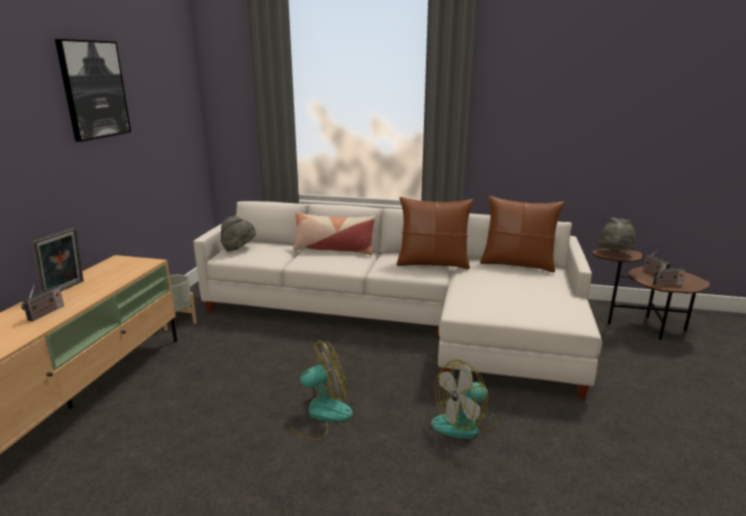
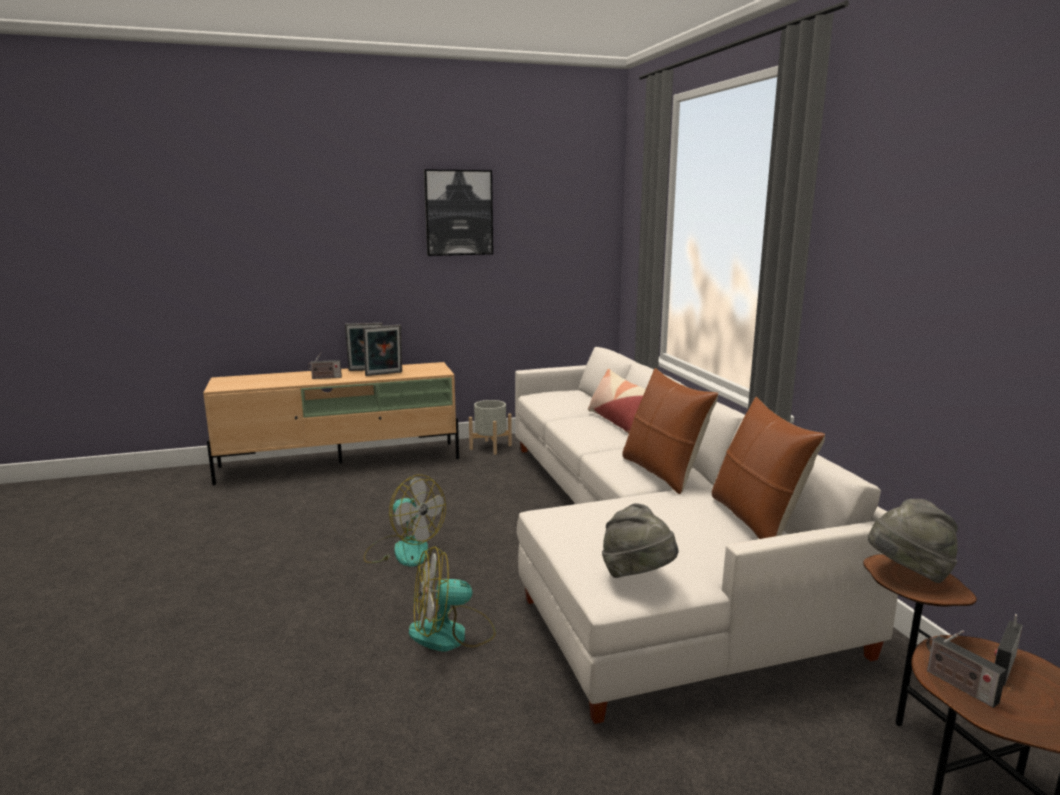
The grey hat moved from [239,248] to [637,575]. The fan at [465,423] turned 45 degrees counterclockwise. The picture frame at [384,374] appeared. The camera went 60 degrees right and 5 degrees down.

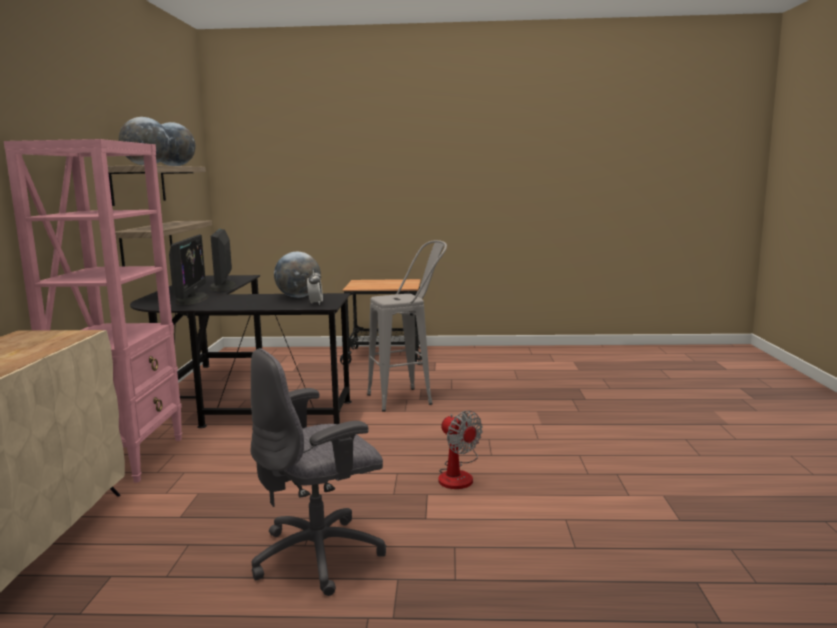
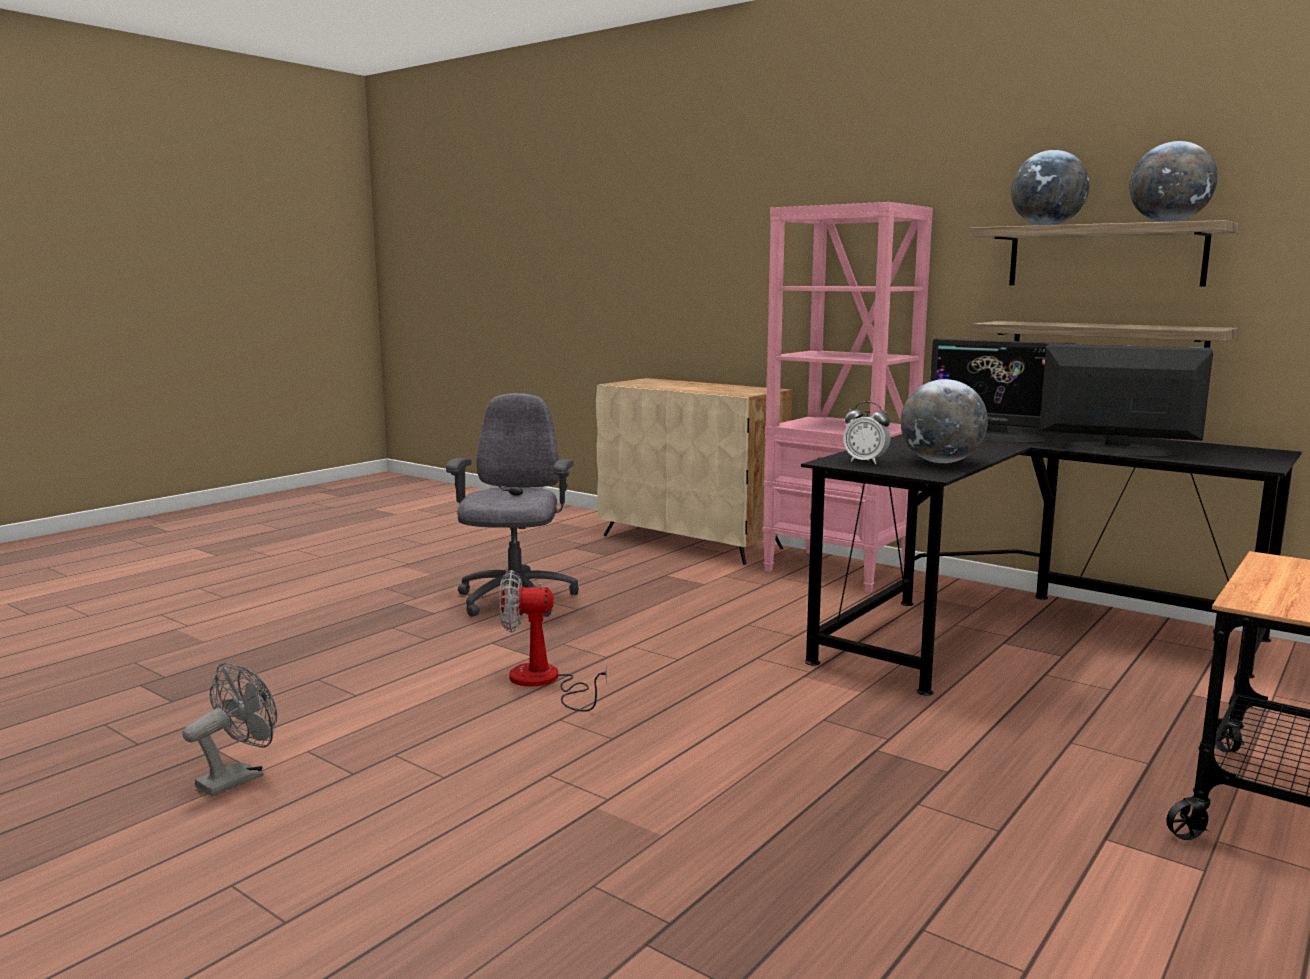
The grey stool at [409,398] disappeared. The grey fan at [238,778] appeared. The camera went 125 degrees right and 0 degrees up.

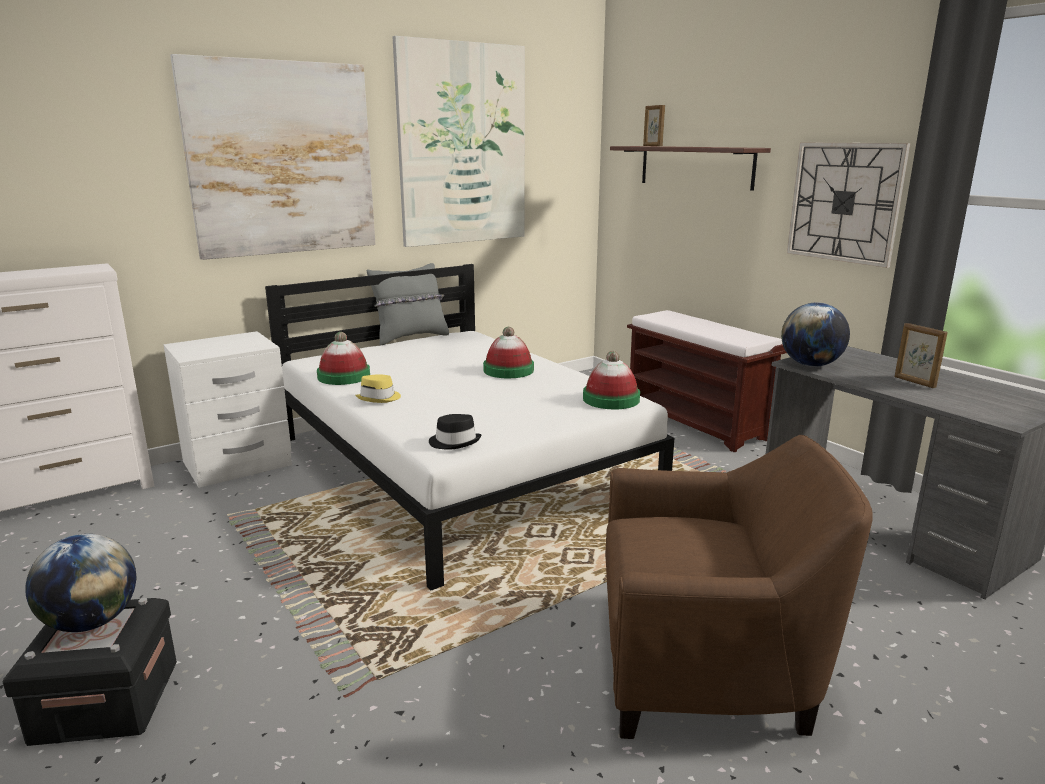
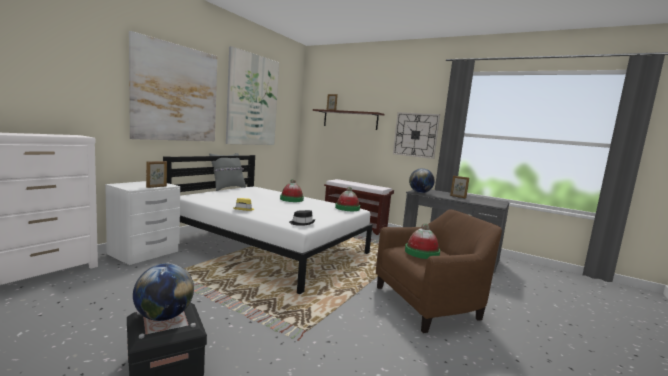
The hat moved from [344,376] to [422,252]. The picture frame at [157,187] appeared. The camera went 25 degrees left and 10 degrees down.

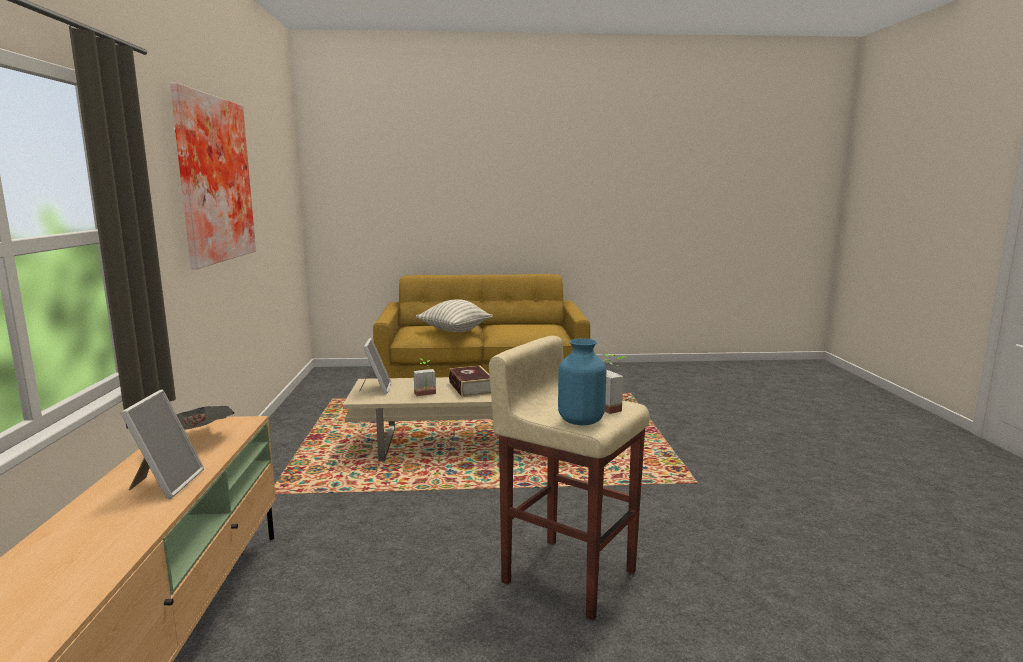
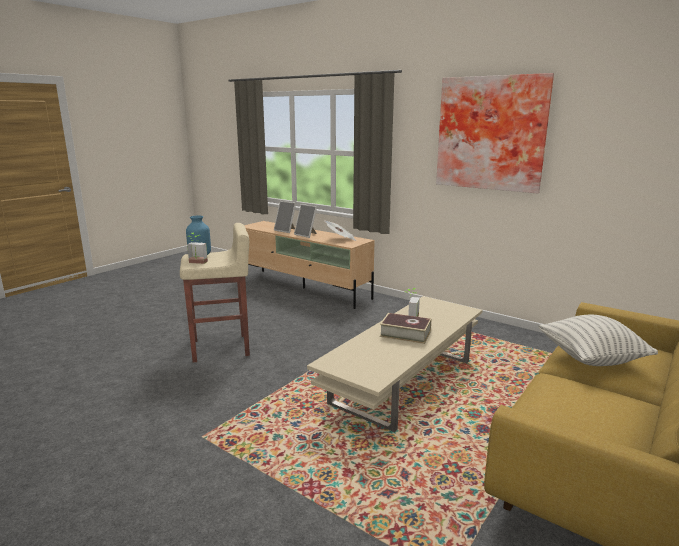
The picture frame moved from [376,389] to [286,230]. The camera went 130 degrees right and 5 degrees up.

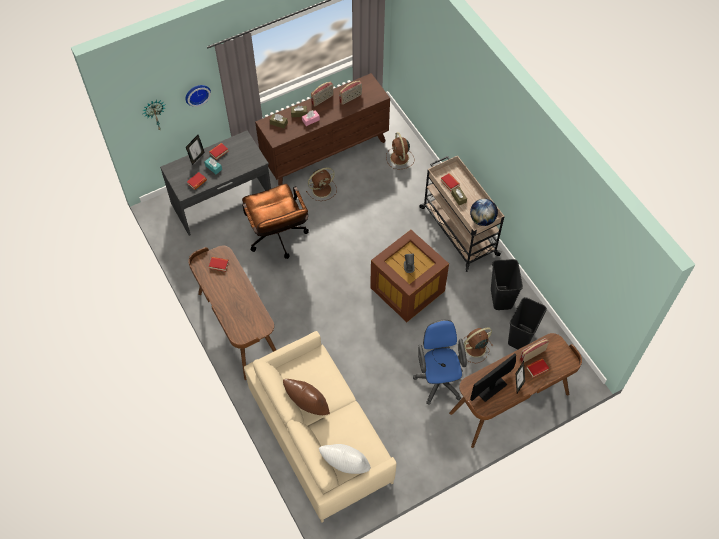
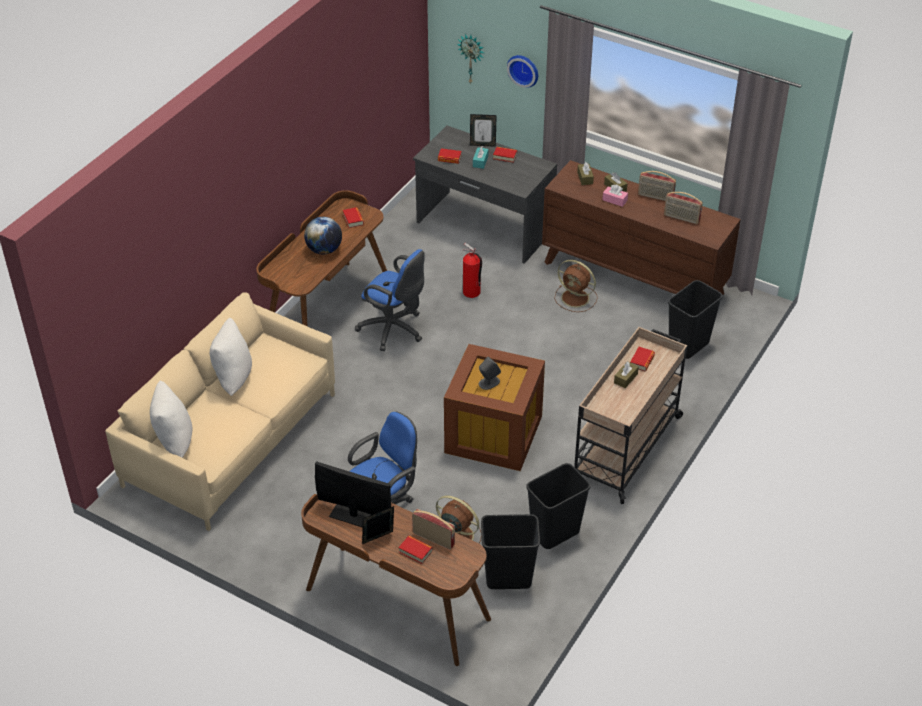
The brown office chair at [278,239] was replaced by the fire extinguisher at [471,292]. The brown pillow at [307,406] became the white pillow at [233,378]. The brown fan at [399,158] was replaced by the black trash can at [688,346]. The globe moved from [482,220] to [324,250]. The blue office chair at [394,330] appeared. The camera went 60 degrees right and 15 degrees down.

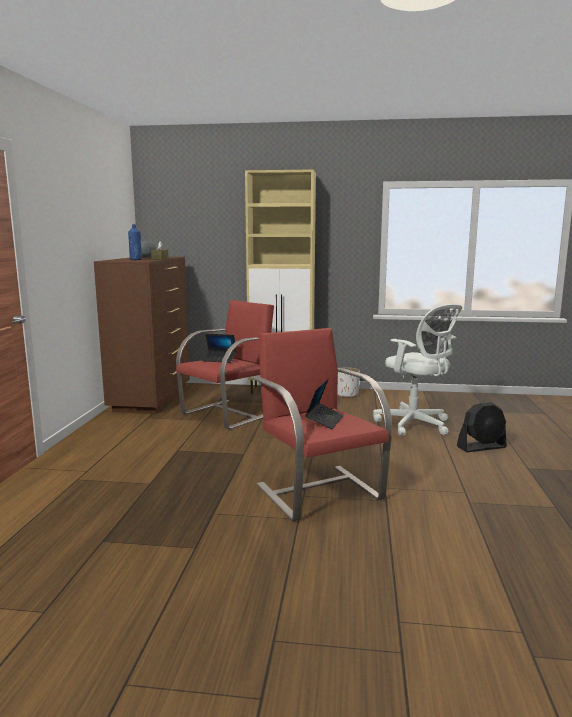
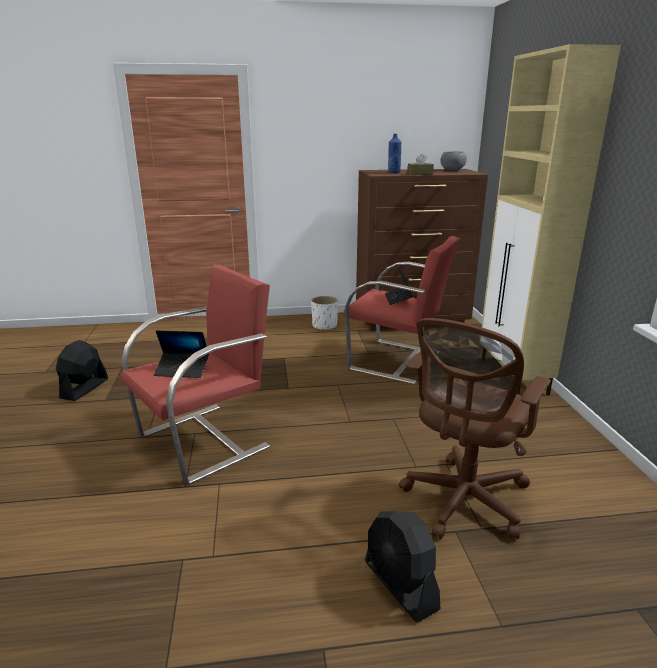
The white planter moved from [346,394] to [324,326]. The white office chair at [415,425] became the brown office chair at [462,502]. The black fan at [84,388] appeared. The camera went 75 degrees right and 10 degrees up.

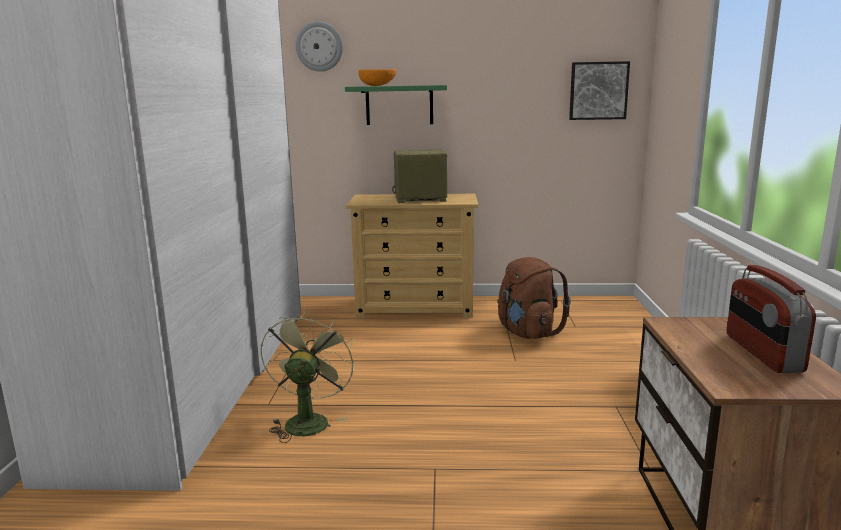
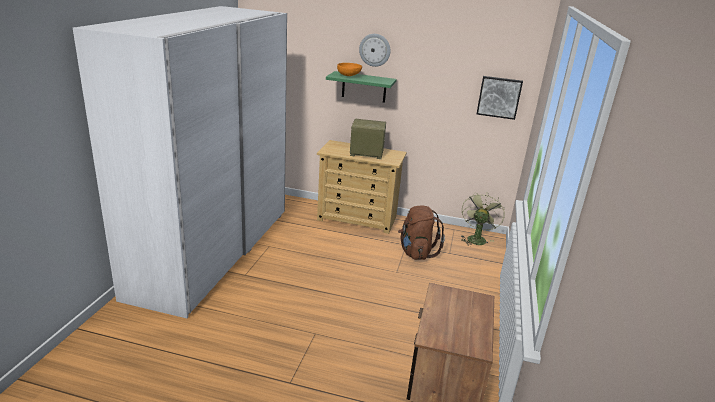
The green fan moved from [308,420] to [476,238]. The wall clock moved from [319,46] to [375,50]. The radio at [762,353] disappeared. The camera went 10 degrees right and 10 degrees up.

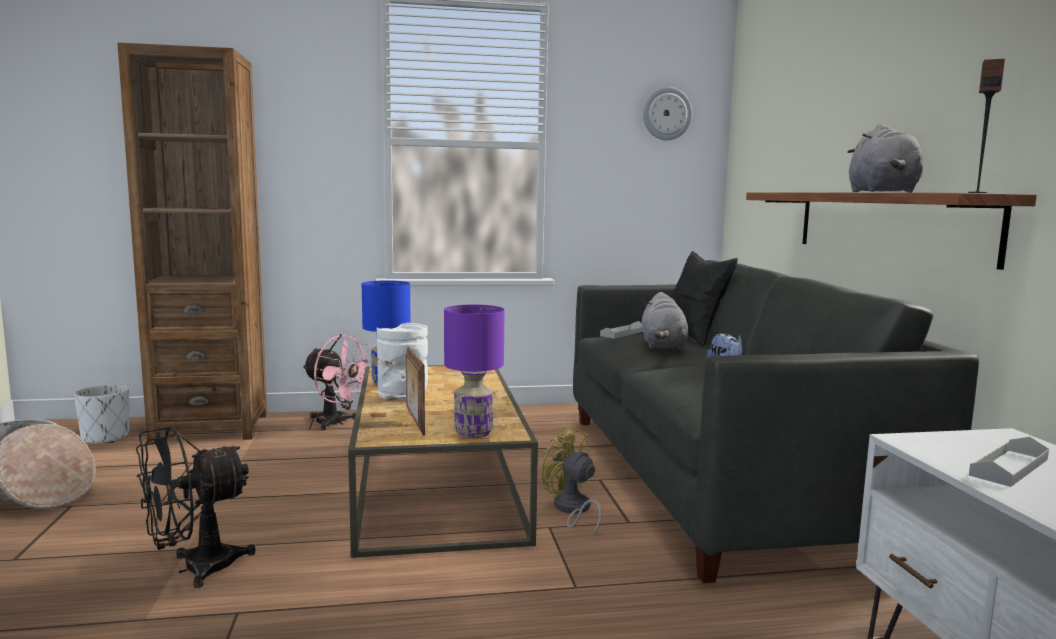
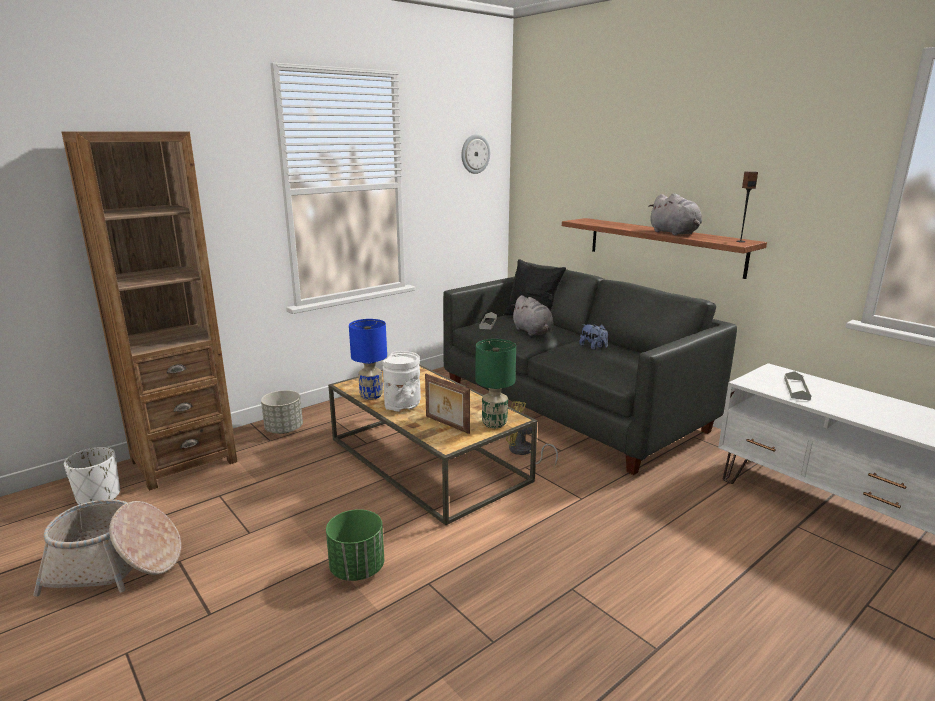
The black fan at [195,569] was replaced by the green planter at [358,569]. The pink fan at [336,423] was replaced by the grey planter at [284,429]. The purple table lamp at [472,433] became the green table lamp at [494,424]. The camera went 30 degrees left and 10 degrees up.

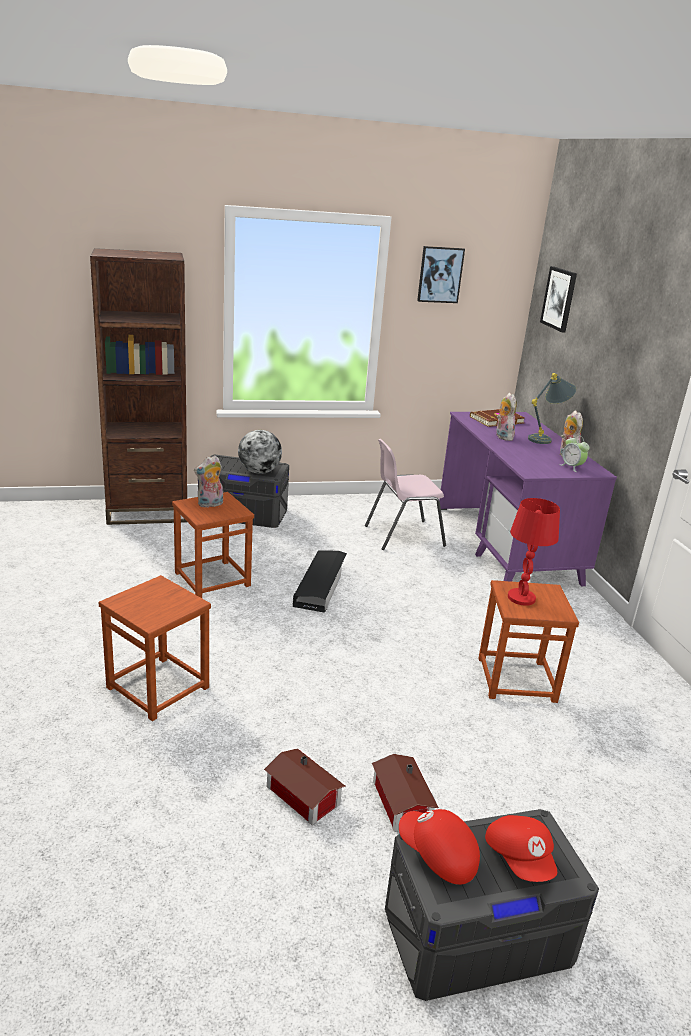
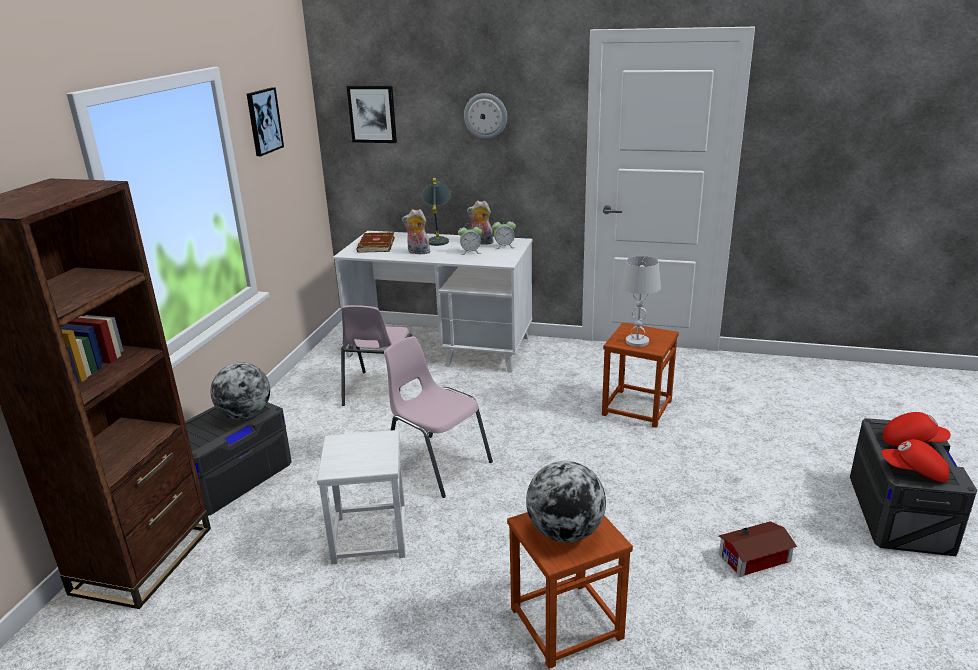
The brown stool at [212,579] became the white stool at [369,536]. The plush toy at [210,504] disappeared. The black storage box at [321,585] was replaced by the pink chair at [436,463]. The toy house at [400,804] disappeared. The red cap at [437,856] turned 45 degrees clockwise. The purple desk at [507,545] became the white desk at [442,347]. The red table lamp at [521,598] became the white table lamp at [637,341]. The alarm clock at [470,252] appeared. The wall clock at [485,116] appeared. The globe at [565,532] appeared. The camera went 60 degrees left and 0 degrees up.

